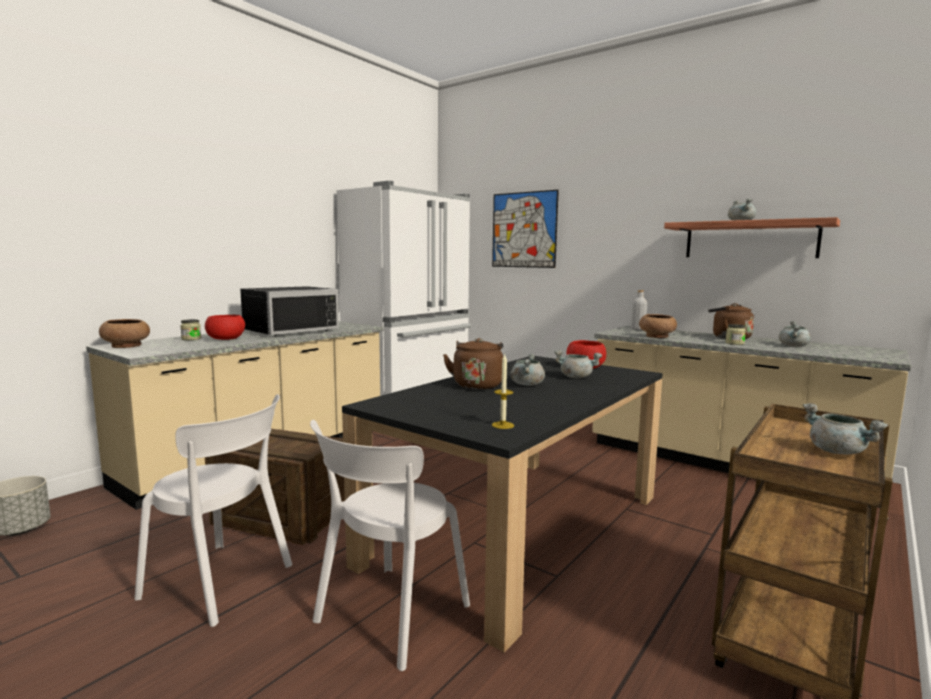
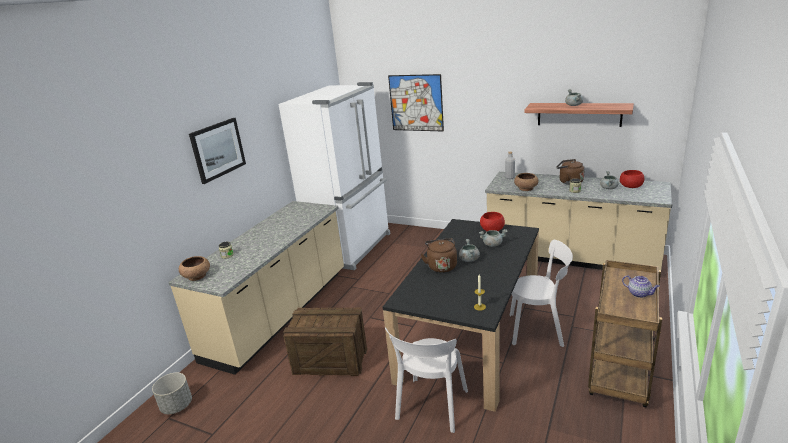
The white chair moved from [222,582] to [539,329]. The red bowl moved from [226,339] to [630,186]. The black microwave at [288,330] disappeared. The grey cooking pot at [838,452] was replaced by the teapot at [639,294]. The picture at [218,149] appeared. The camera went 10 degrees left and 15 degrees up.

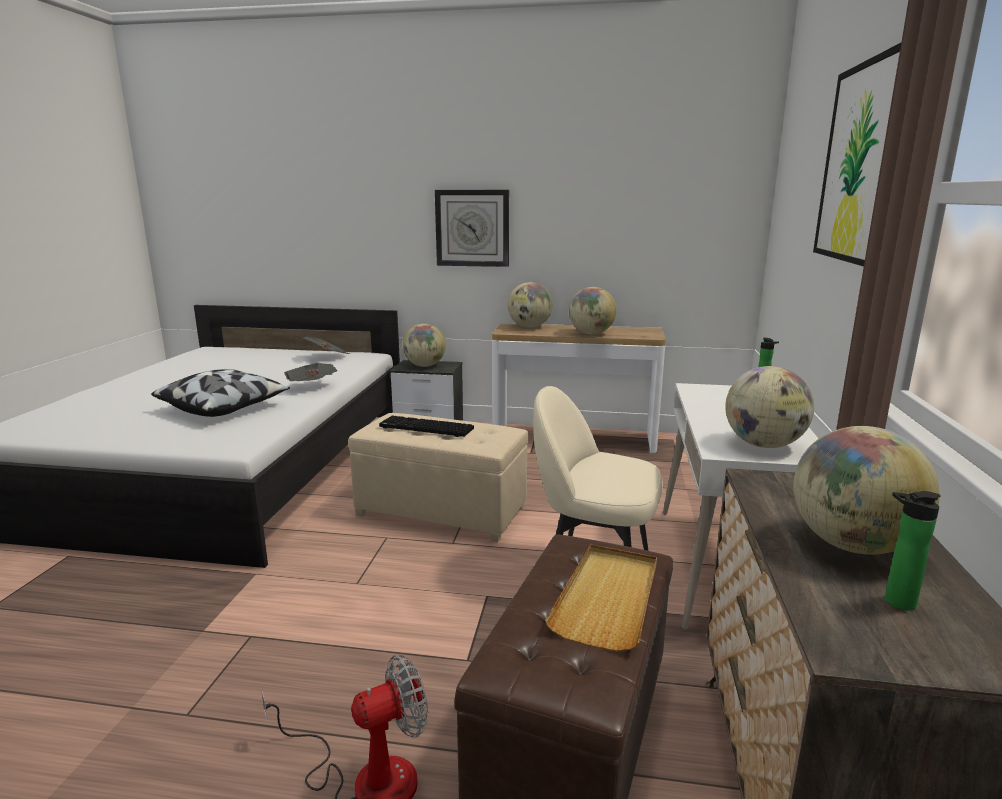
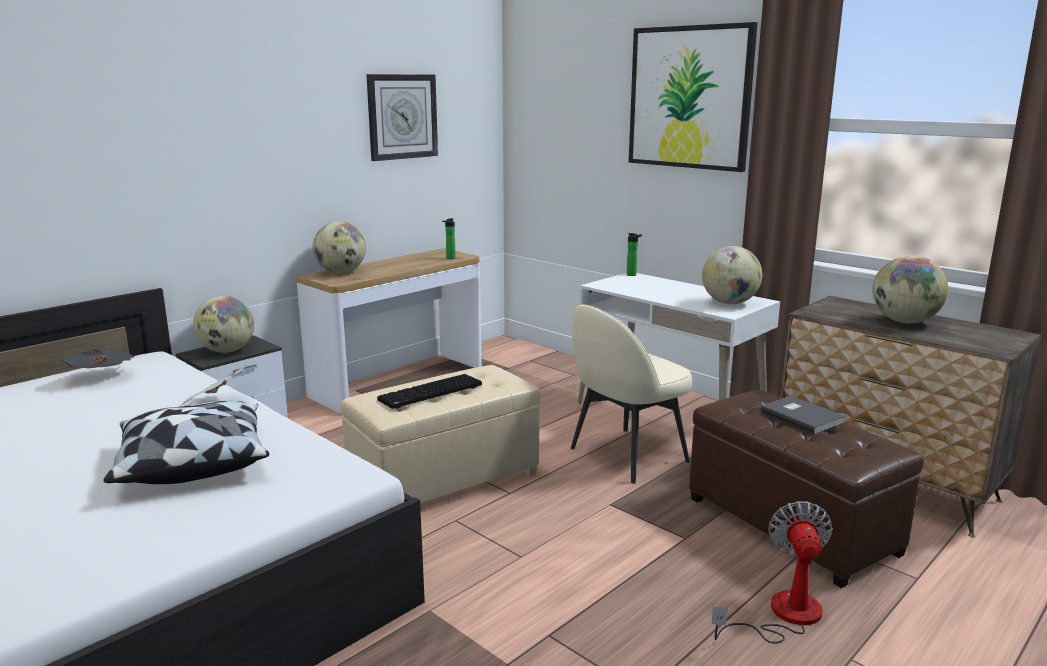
The wall clock moved from [472,228] to [402,116]. The beige tray at [608,598] was replaced by the grey book at [802,416]. The globe at [591,333] disappeared. The bottle moved from [895,602] to [449,258]. The camera went 55 degrees left and 0 degrees up.

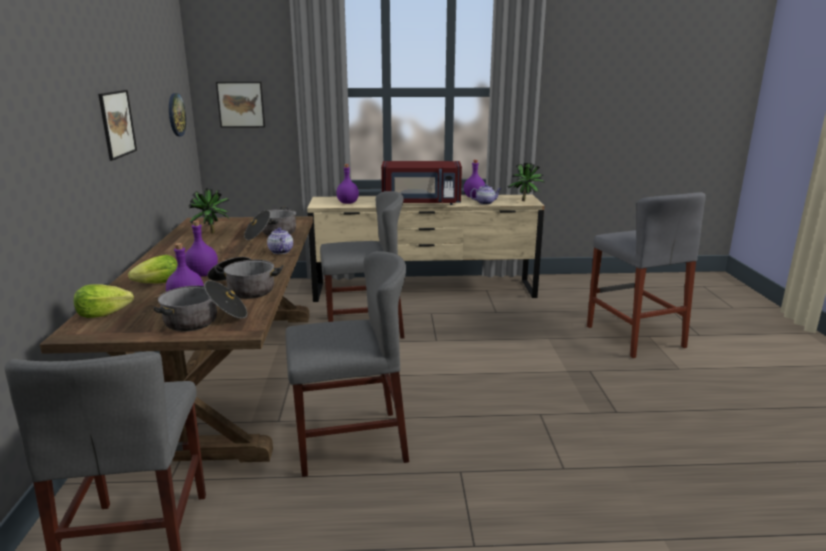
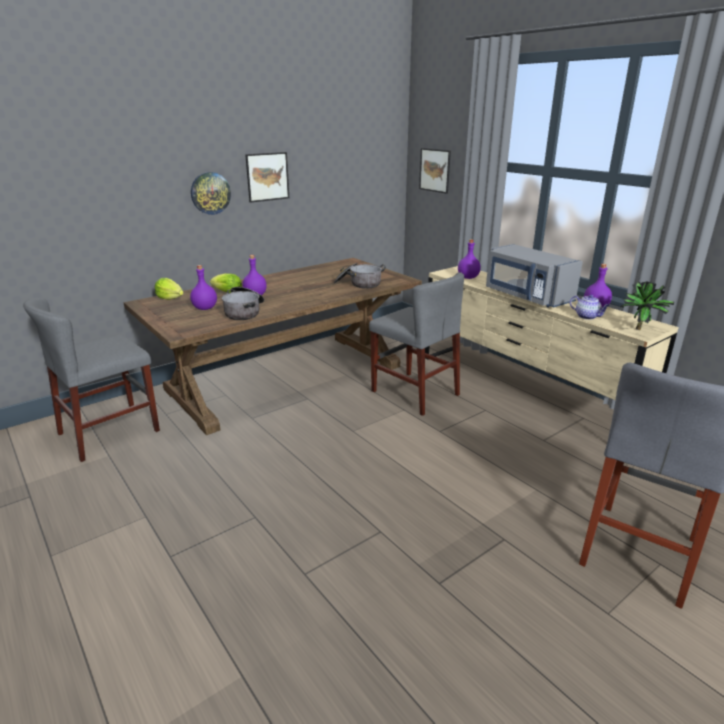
The cooking pot at [204,320] disappeared. The wall clock moved from [176,114] to [210,193]. The potted plant at [212,233] disappeared. The teapot at [280,251] disappeared. The grey chair at [350,442] disappeared. The red microwave at [421,202] became the grey microwave at [526,296]. The camera went 55 degrees right and 5 degrees up.

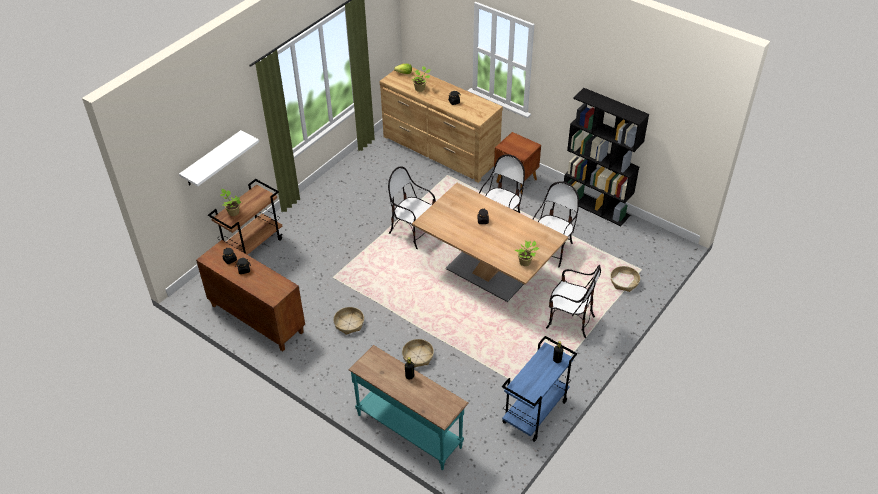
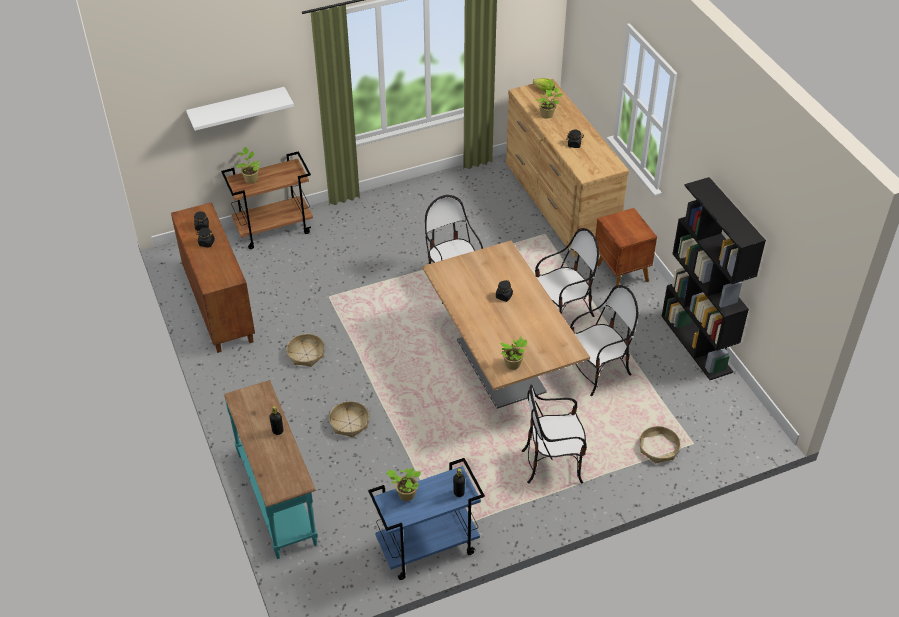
The chair at [569,321] turned 120 degrees clockwise. The potted plant at [405,495] appeared. The camera went 30 degrees right and 0 degrees up.

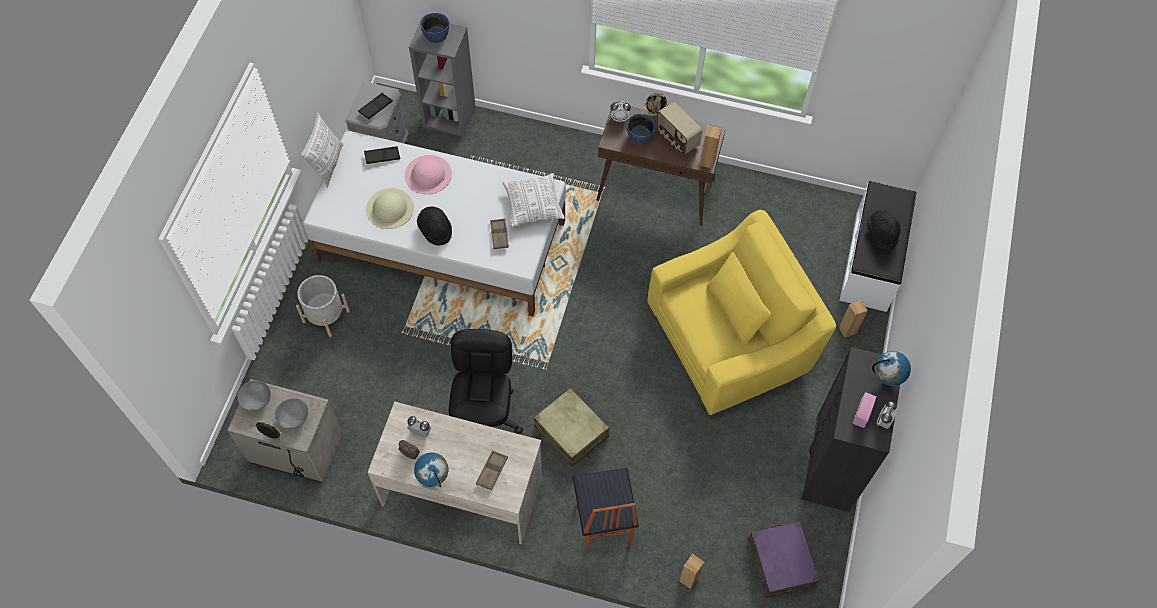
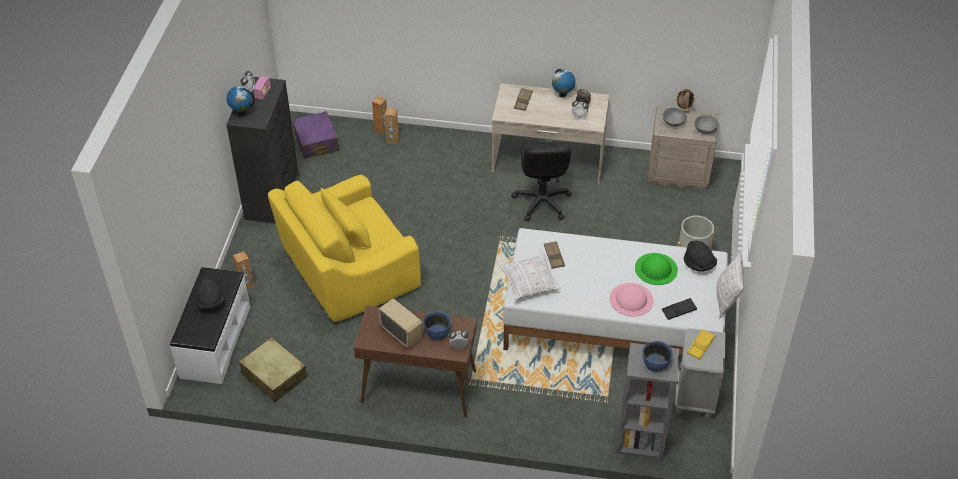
The black tray at [375,107] became the yellow tray at [700,346]. The beige hat at [390,208] became the green hat at [656,269]. The black hat moved from [435,230] to [699,264]. The beige suitcase moved from [571,432] to [274,376]. The chair at [602,523] disappeared. The picture frame at [655,115] disappeared. The brown speaker moved from [707,161] to [392,140]. The camera went 175 degrees right and 15 degrees down.

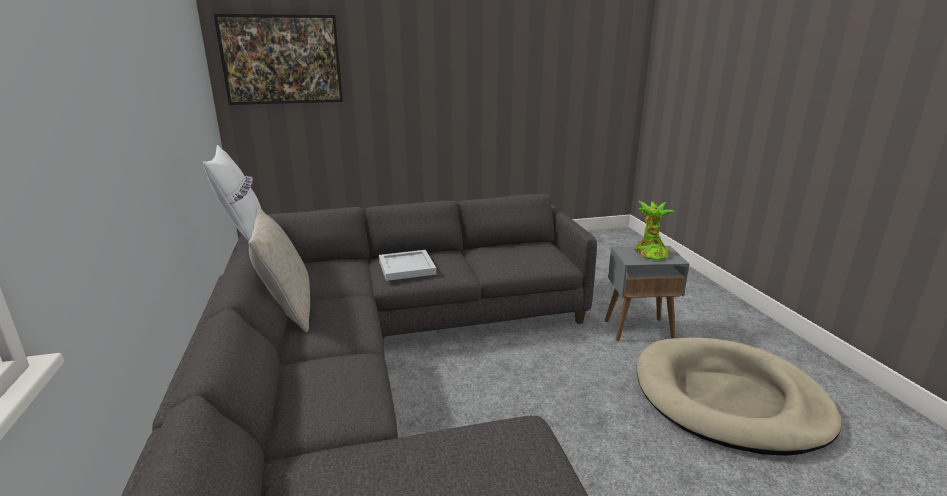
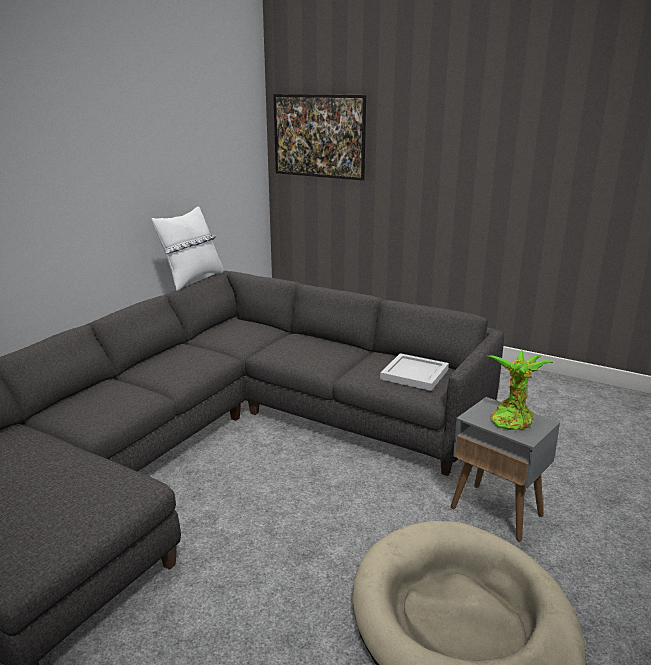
The beige pillow at [288,310] disappeared. The white tray moved from [407,267] to [415,375]. The camera went 45 degrees right and 0 degrees up.

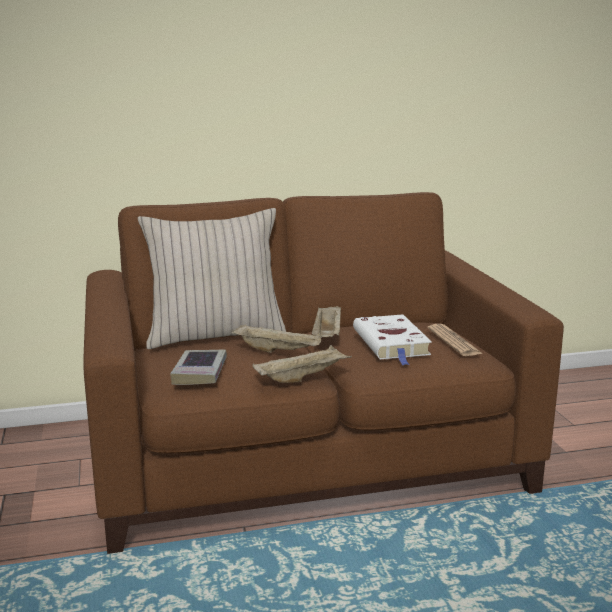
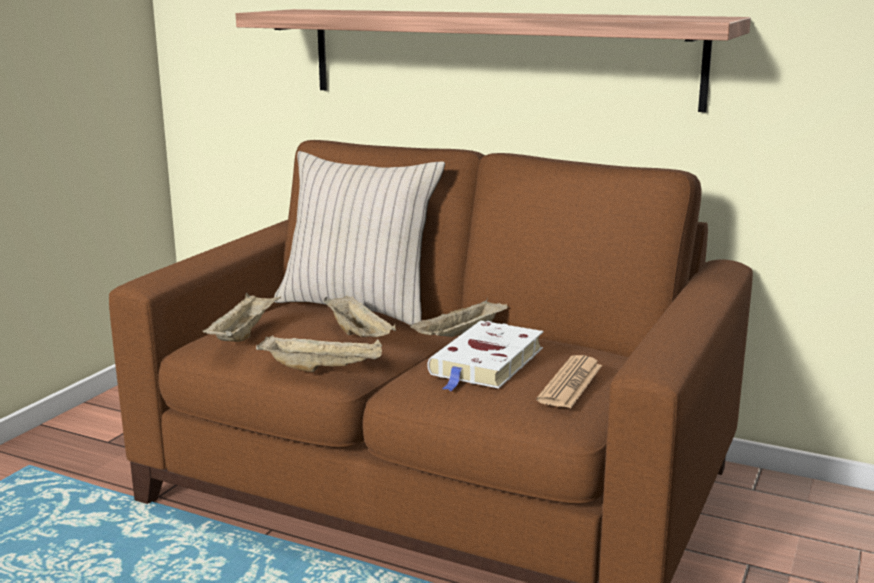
The book at [200,372] was replaced by the beige tray at [244,333]. The shelf at [497,56] appeared. The camera went 40 degrees right and 0 degrees up.

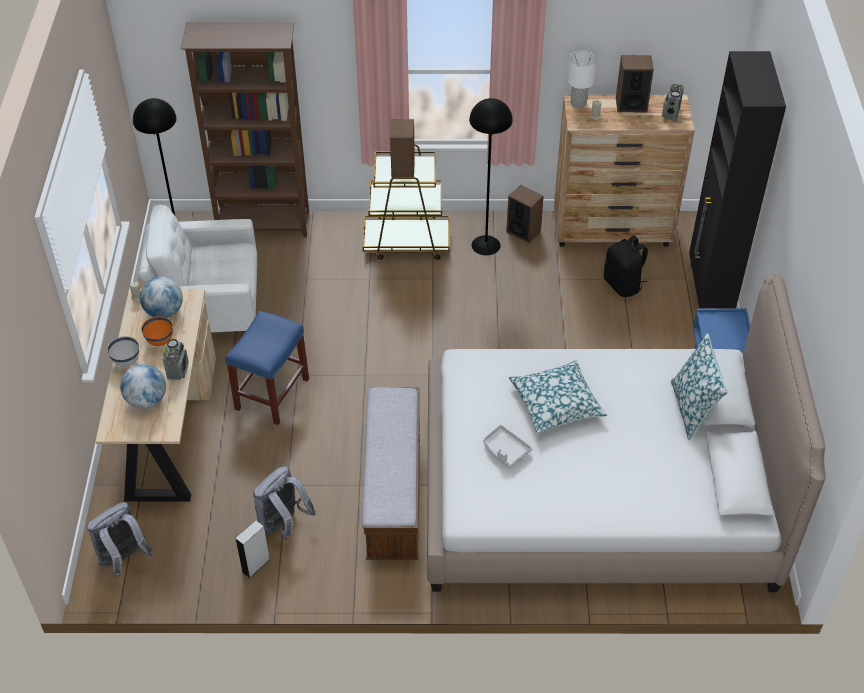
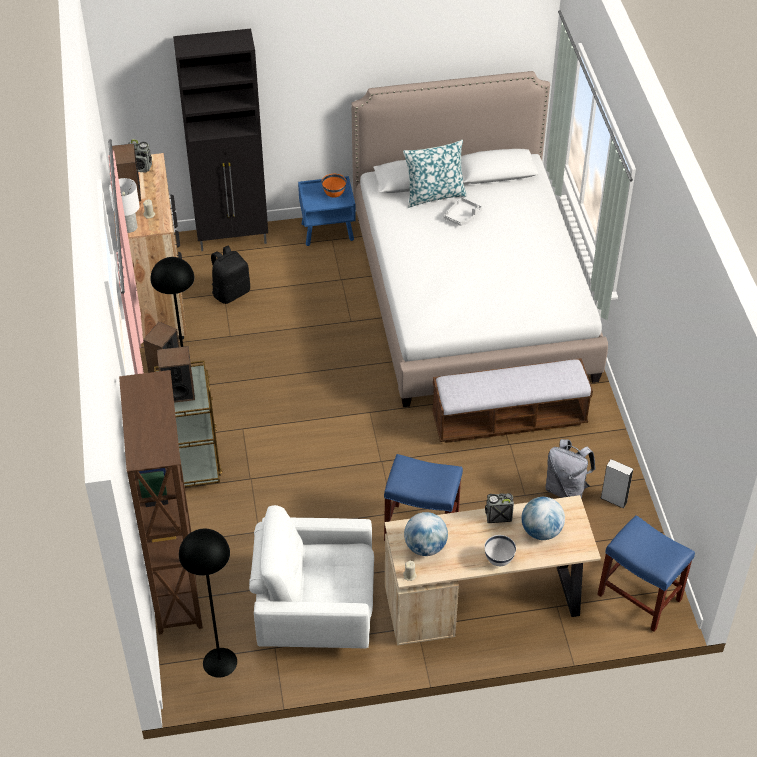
The grey backpack at [124,559] was replaced by the blue stool at [640,597]. The white armchair at [208,308] turned 105 degrees clockwise. The orange bowl moved from [160,342] to [334,194]. The grey tray moved from [505,450] to [462,216]. The pillow at [556,403] disappeared. The camera went 100 degrees left and 0 degrees up.

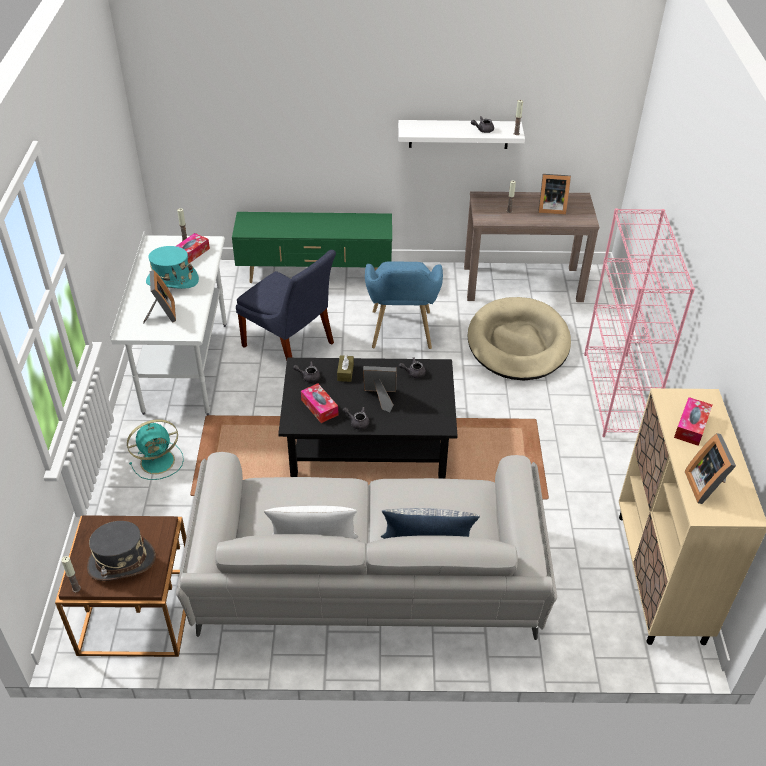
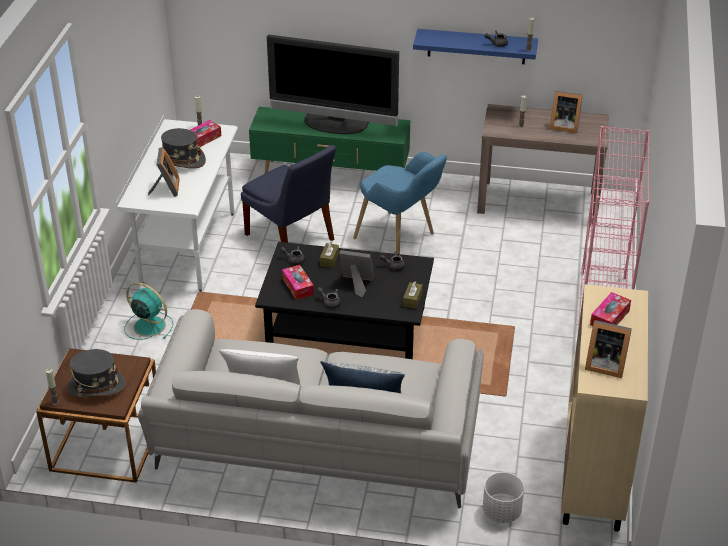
The turquoise fan at [159,461] turned 135 degrees counterclockwise. The turquoise hat at [172,280] became the grey hat at [181,161]. The blue armchair at [401,337] turned 60 degrees counterclockwise. The white shelf at [459,134] became the blue shelf at [476,46]. The beige dog bed at [518,343] disappeared. The picture frame at [706,485] turned 75 degrees counterclockwise. The television at [334,125] appeared. The brown tissue box at [412,299] appeared. The white planter at [501,512] appeared. The camera went 10 degrees right and 5 degrees down.

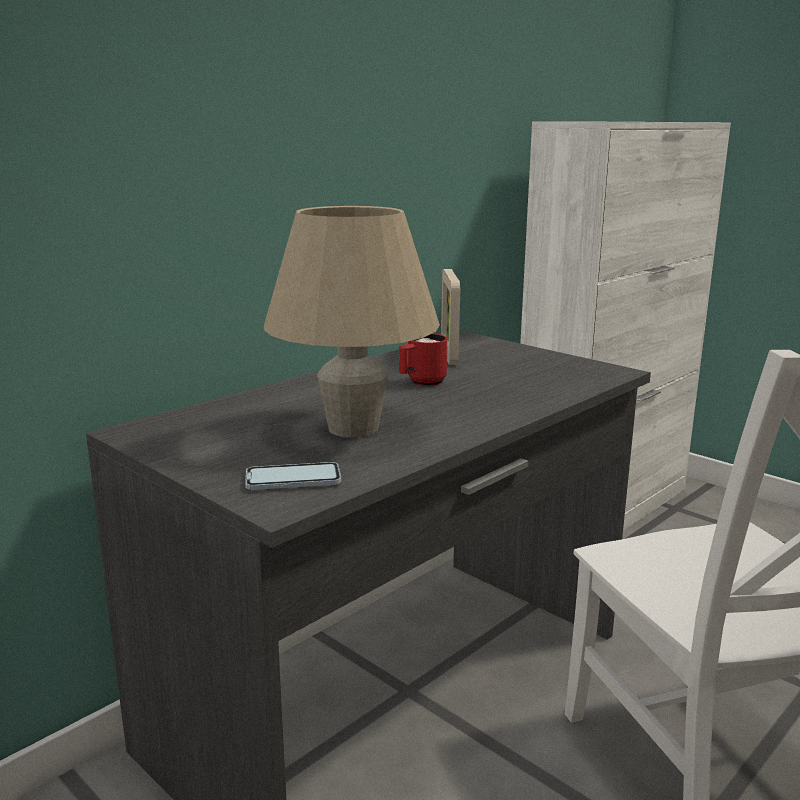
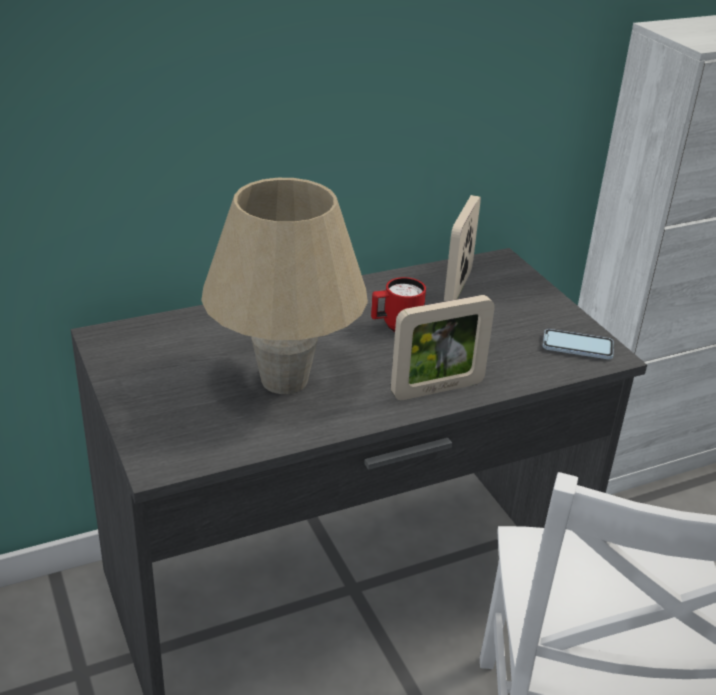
The phone moved from [293,479] to [577,346]. The picture frame at [437,389] appeared. The camera went 20 degrees right and 15 degrees up.

